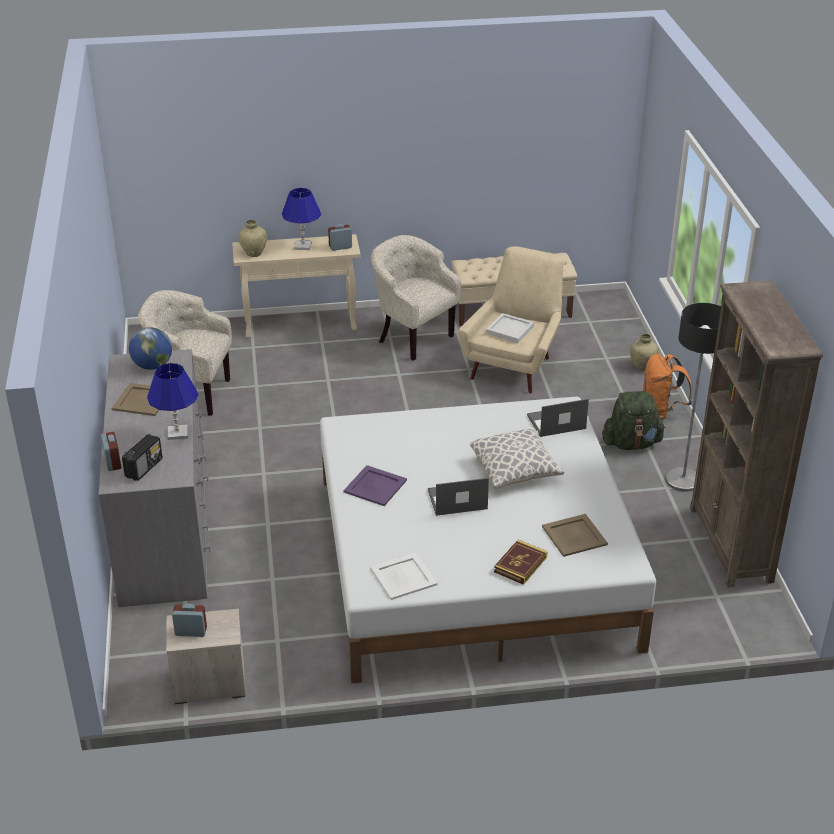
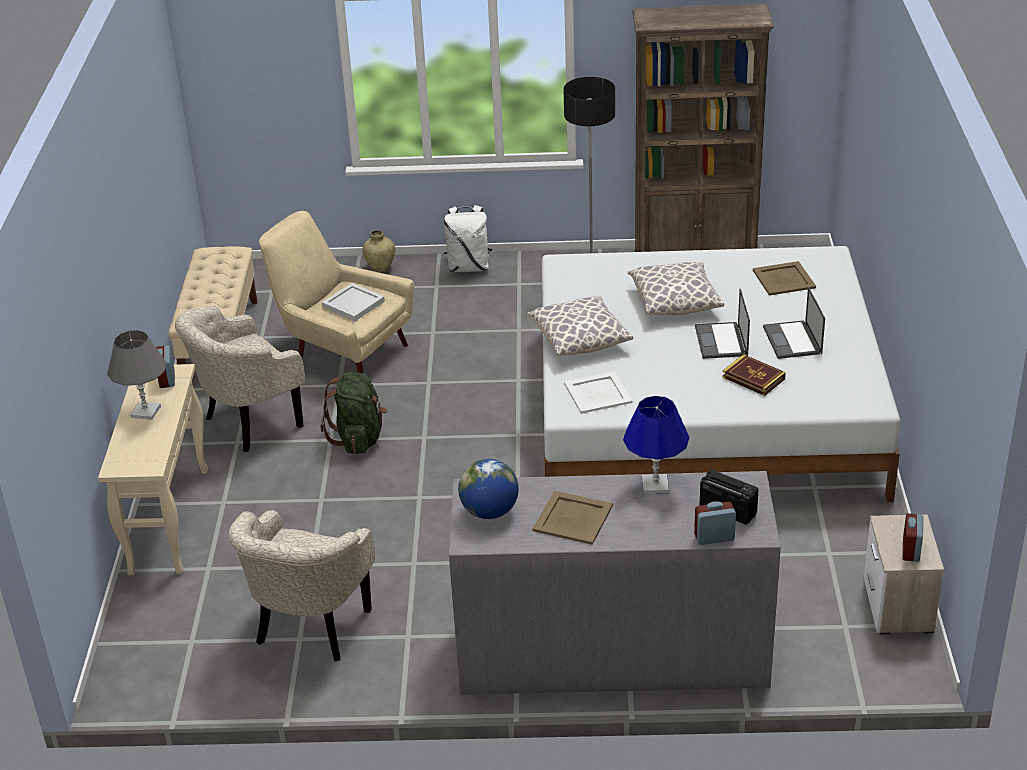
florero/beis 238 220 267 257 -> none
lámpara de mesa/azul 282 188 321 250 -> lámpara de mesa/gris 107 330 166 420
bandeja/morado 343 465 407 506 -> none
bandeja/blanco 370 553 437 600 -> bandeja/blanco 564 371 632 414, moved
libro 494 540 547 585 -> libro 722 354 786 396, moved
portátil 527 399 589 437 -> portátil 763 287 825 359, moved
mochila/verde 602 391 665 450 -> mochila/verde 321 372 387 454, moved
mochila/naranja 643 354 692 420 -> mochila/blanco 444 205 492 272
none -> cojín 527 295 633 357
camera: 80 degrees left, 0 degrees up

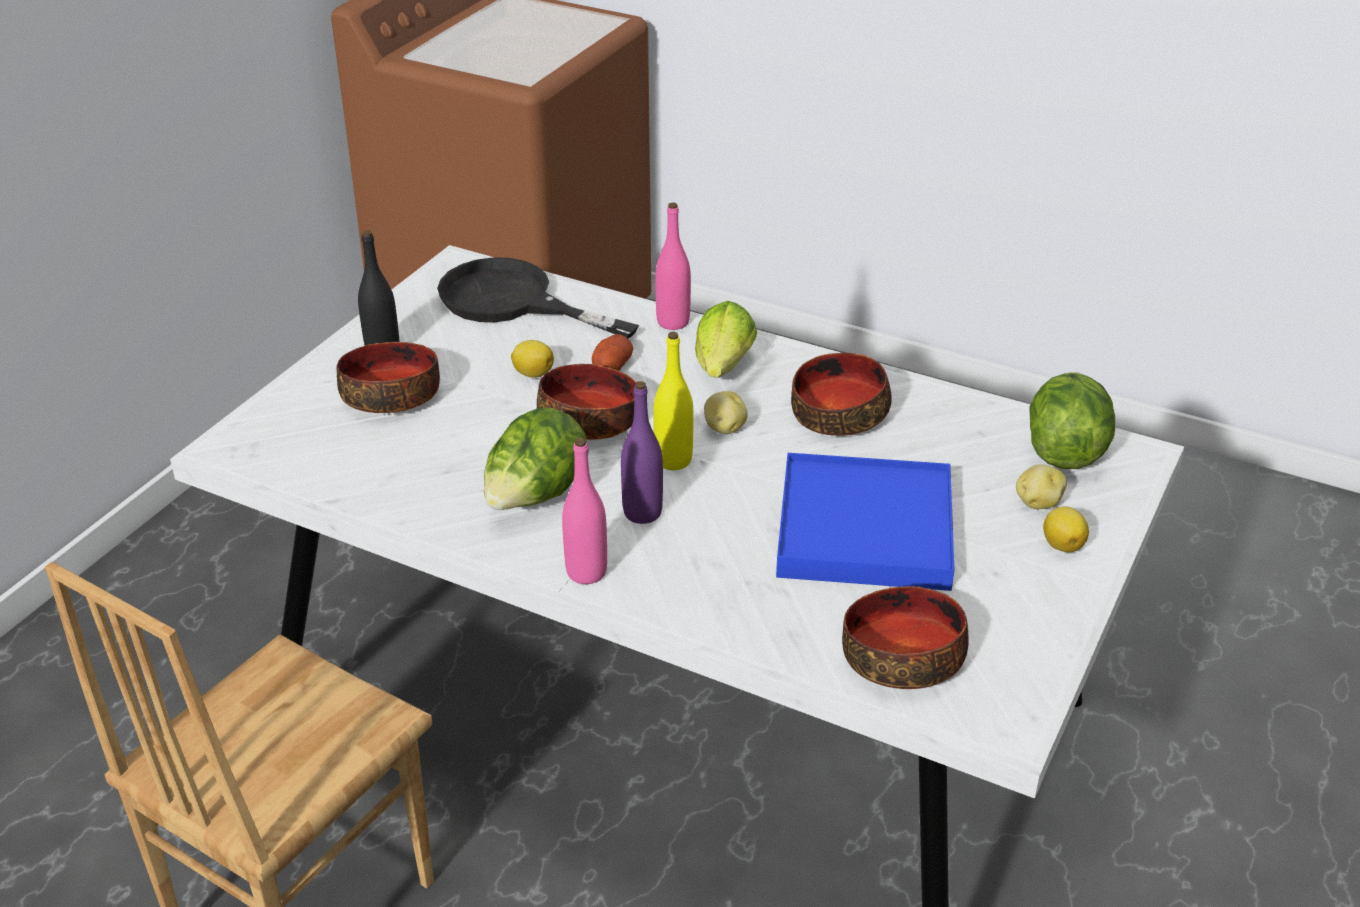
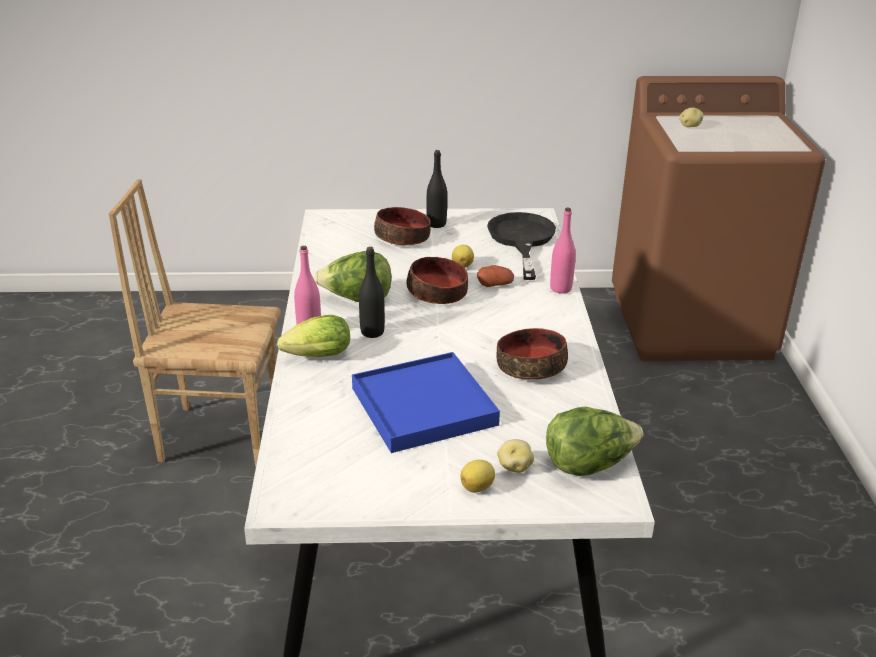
botella/morado 621 381 663 524 -> botella/negro 359 246 385 338
botella/amarillo 653 332 693 470 -> none
lechuga 695 301 757 378 -> lechuga 277 315 350 357, moved
patata 704 391 748 434 -> patata 680 108 703 127, moved
cuenco 842 586 969 689 -> none
camera: 60 degrees right, 5 degrees down

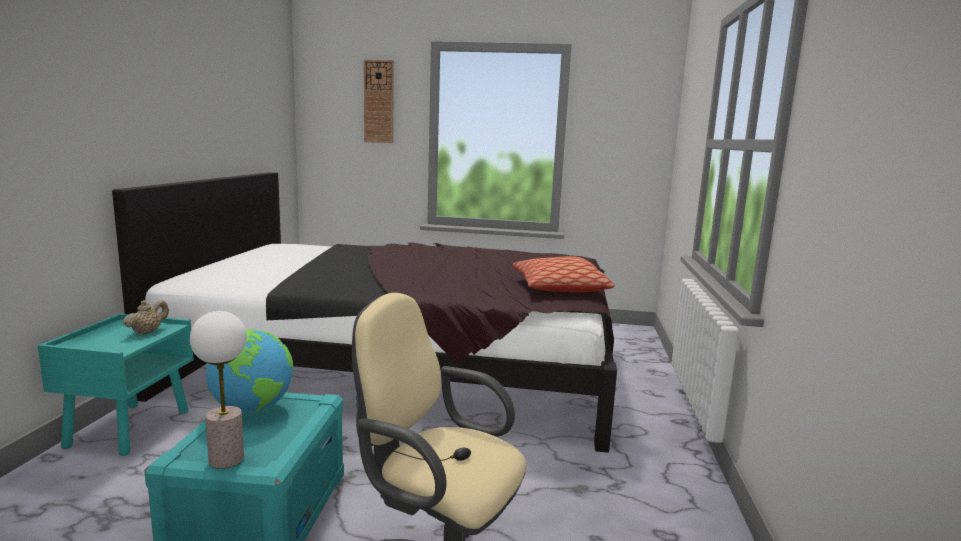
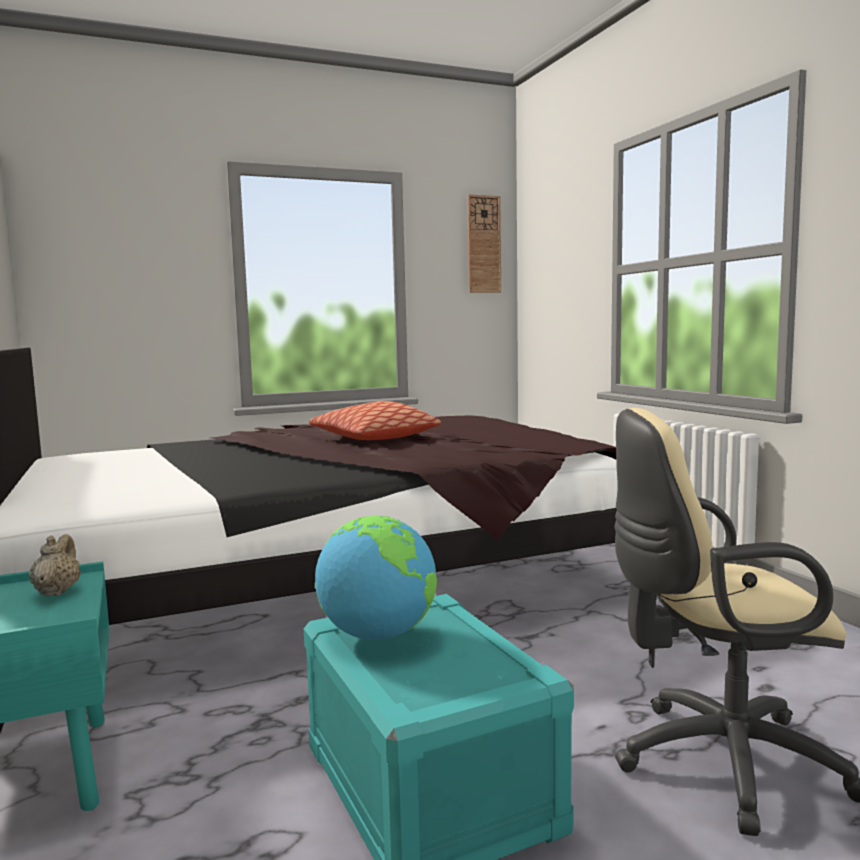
lámpara de mesa 190 311 247 468 -> none
reloj de pared 364 60 394 143 -> reloj de pared 467 194 501 293, moved
cojín 513 256 615 292 -> cojín 309 401 441 440, moved
camera: 30 degrees left, 5 degrees down

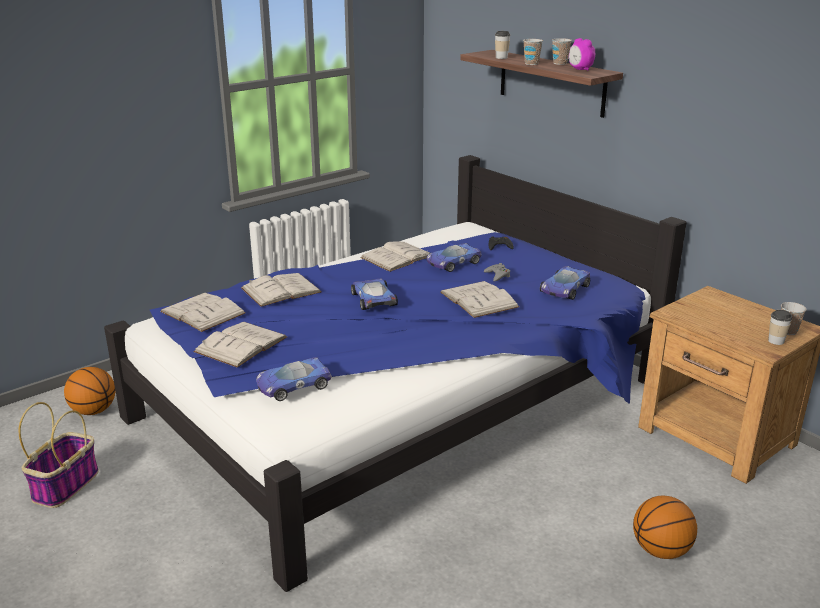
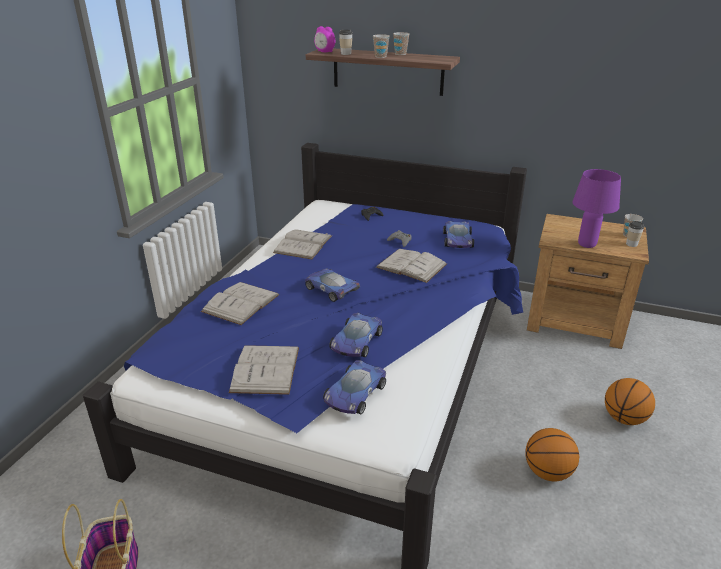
balón de baloncesto 64 367 115 415 -> balón de baloncesto 525 428 579 481, moved
libro/blanco 160 293 246 332 -> none
coche de juguete 426 243 482 272 -> coche de juguete 329 313 383 357, moved
despertador 569 38 595 70 -> despertador 314 26 335 52, moved
none -> lámpara de mesa/morado 572 169 621 248
camera: 30 degrees left, 5 degrees up

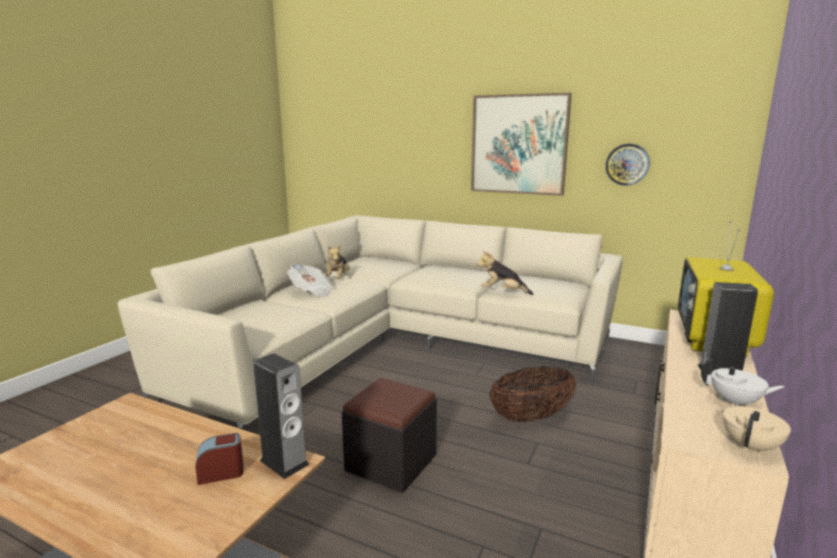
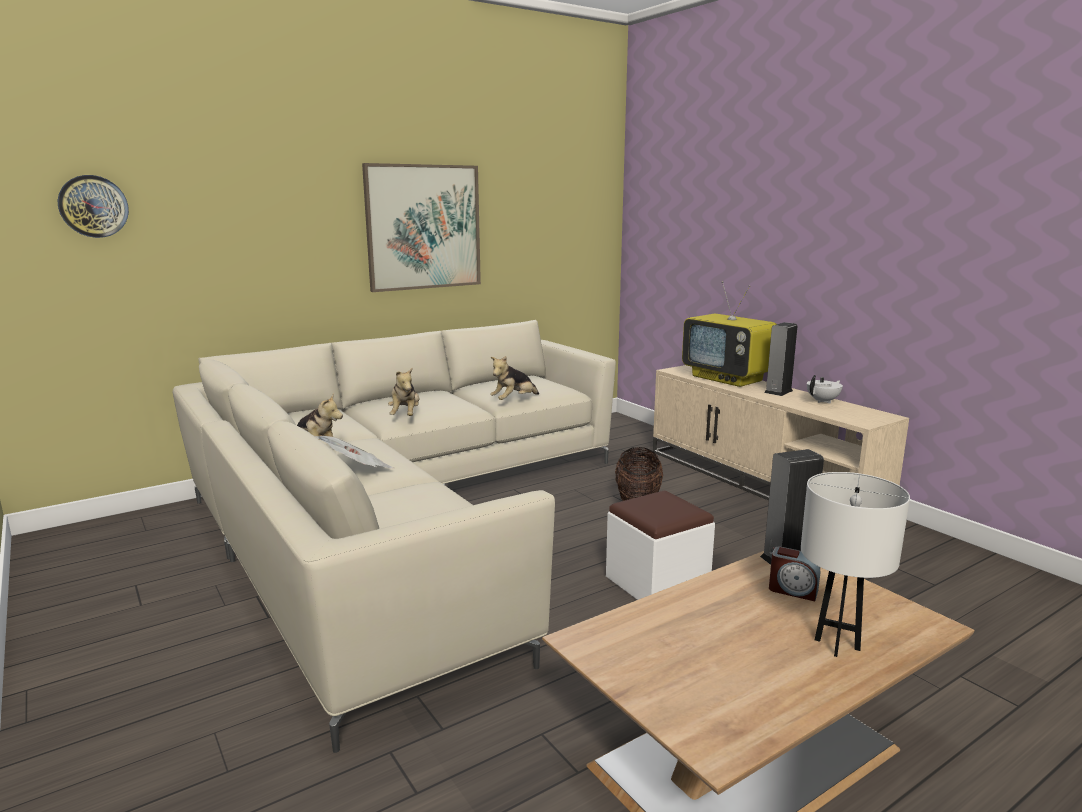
despertador 196 433 244 485 -> despertador 769 547 820 601, 75 degrees counterclockwise
puf/negro 342 378 437 493 -> puf/blanco 606 491 715 600
reloj de pared 605 144 650 186 -> reloj de pared 58 175 129 238, moved
tetera/beis 723 404 791 453 -> none
none -> peluche 388 368 419 416
none -> lámpara de mesa/blanco 801 472 910 657
camera: 60 degrees left, 0 degrees up

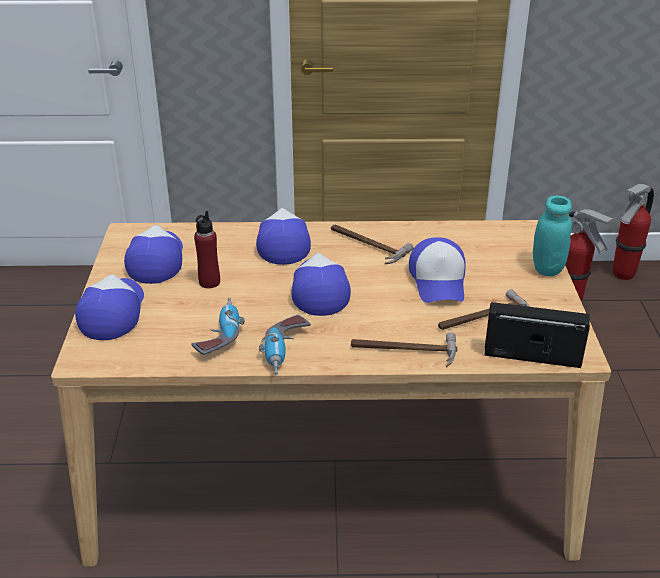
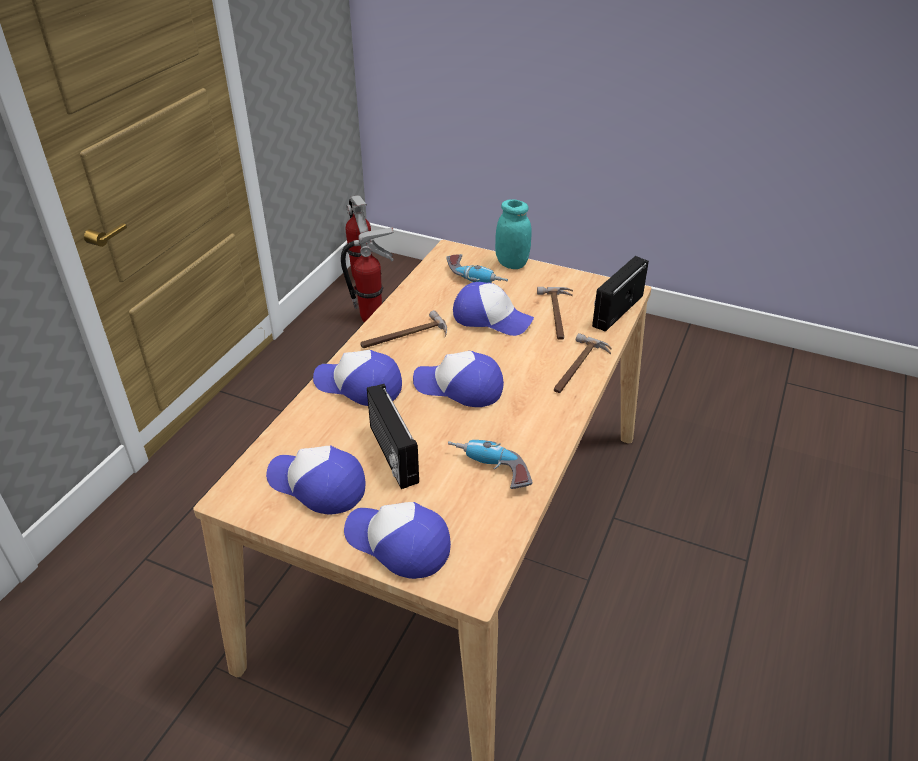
botella/rojo 194 211 220 288 -> radio 367 384 419 489
taladro 259 315 311 375 -> taladro 446 254 508 283, moved
camera: 65 degrees left, 5 degrees up

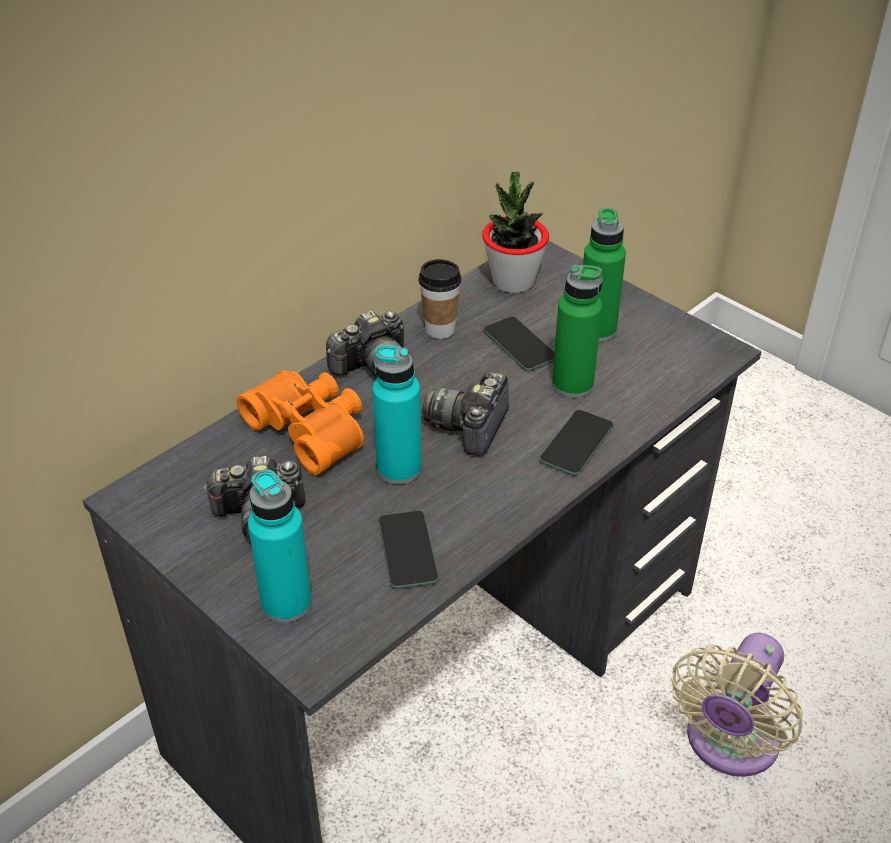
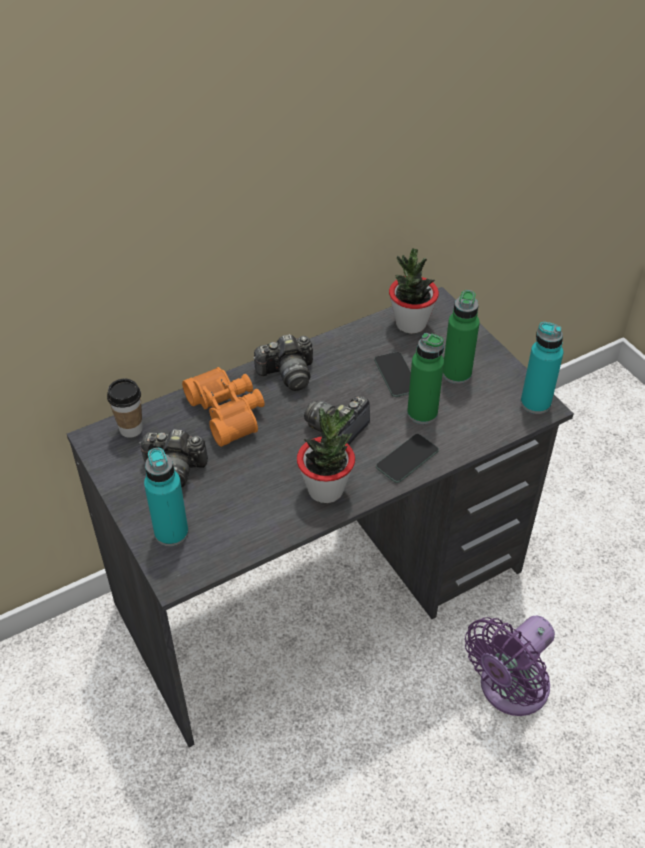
botella/turquesa 373 345 422 484 -> botella/turquesa 521 322 564 414, moved
móvil 378 511 439 589 -> none
taza 418 259 462 339 -> taza 107 379 143 438, moved
ventilador/beis 671 633 803 777 -> ventilador/morado 465 616 555 716
none -> planta en maceta 297 408 355 503
camera: 15 degrees right, 5 degrees up

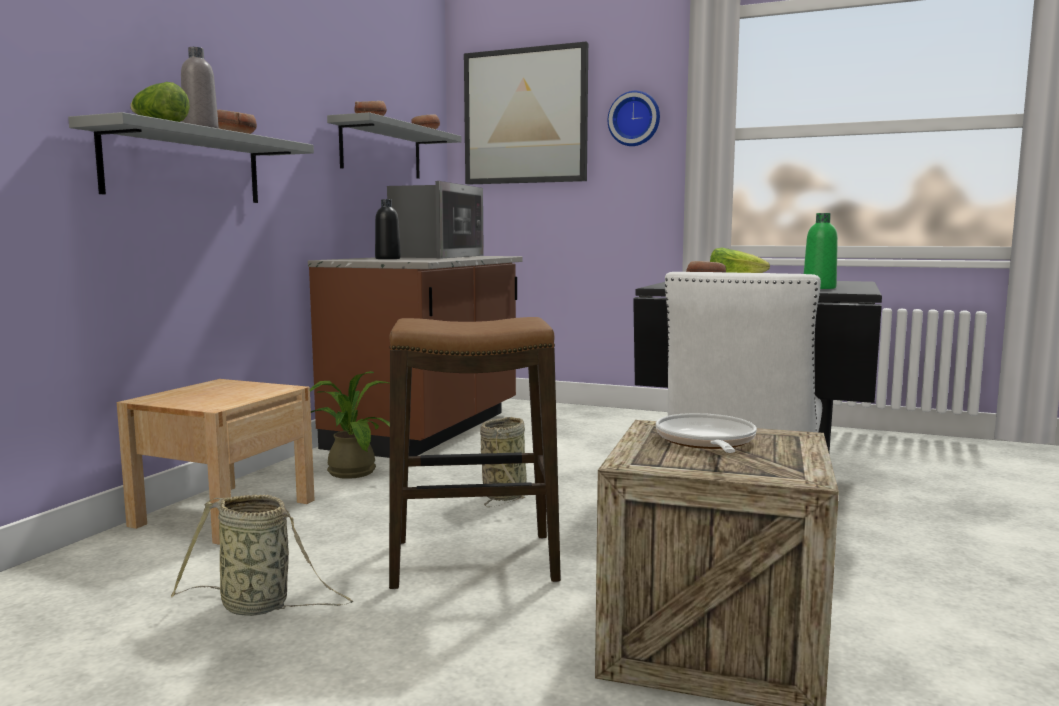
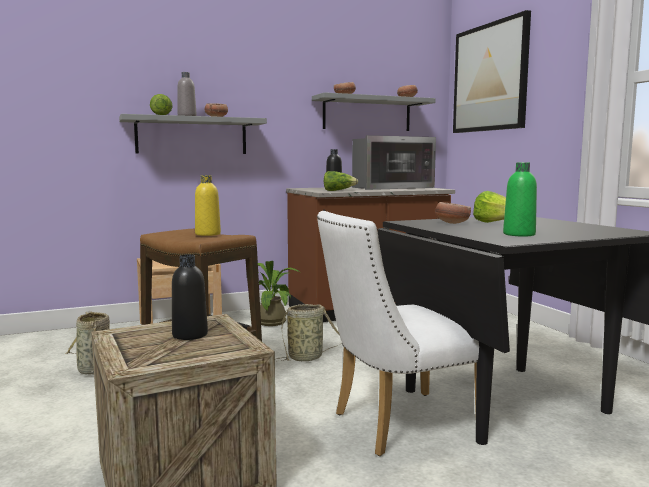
reloj de pared 608 91 660 146 -> none
sartén 656 413 757 453 -> botella/negro 172 254 208 340
none -> botella/amarillo 195 175 221 236
none -> lechuga 324 171 358 191
camera: 45 degrees right, 0 degrees up

